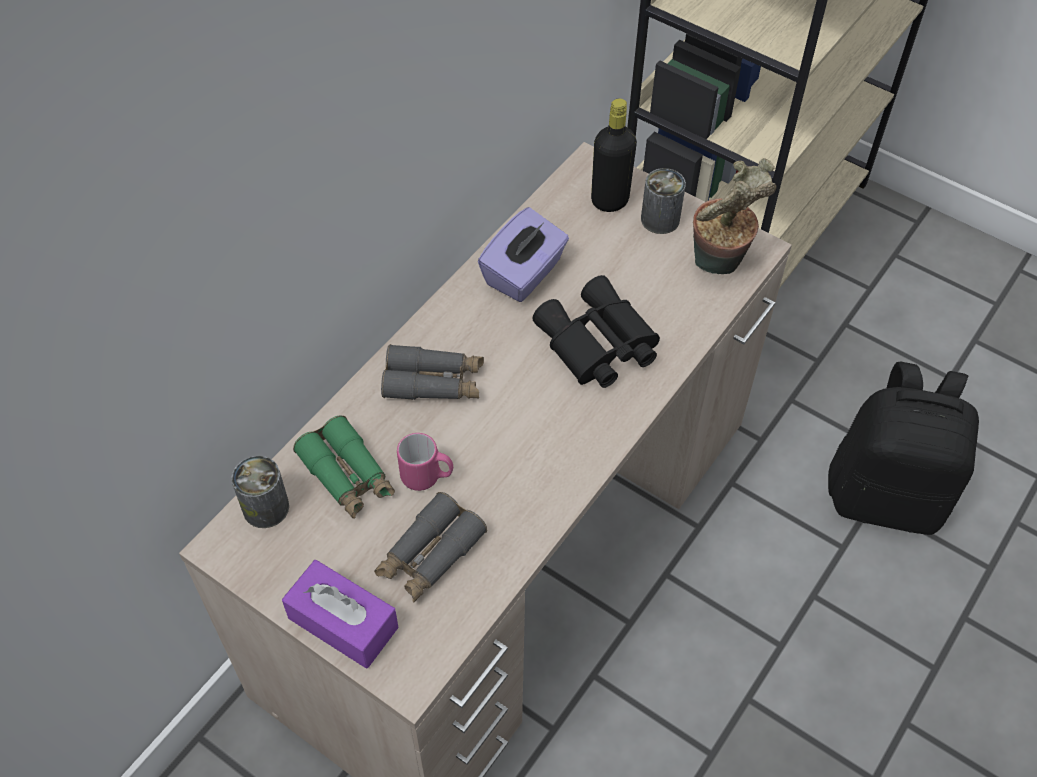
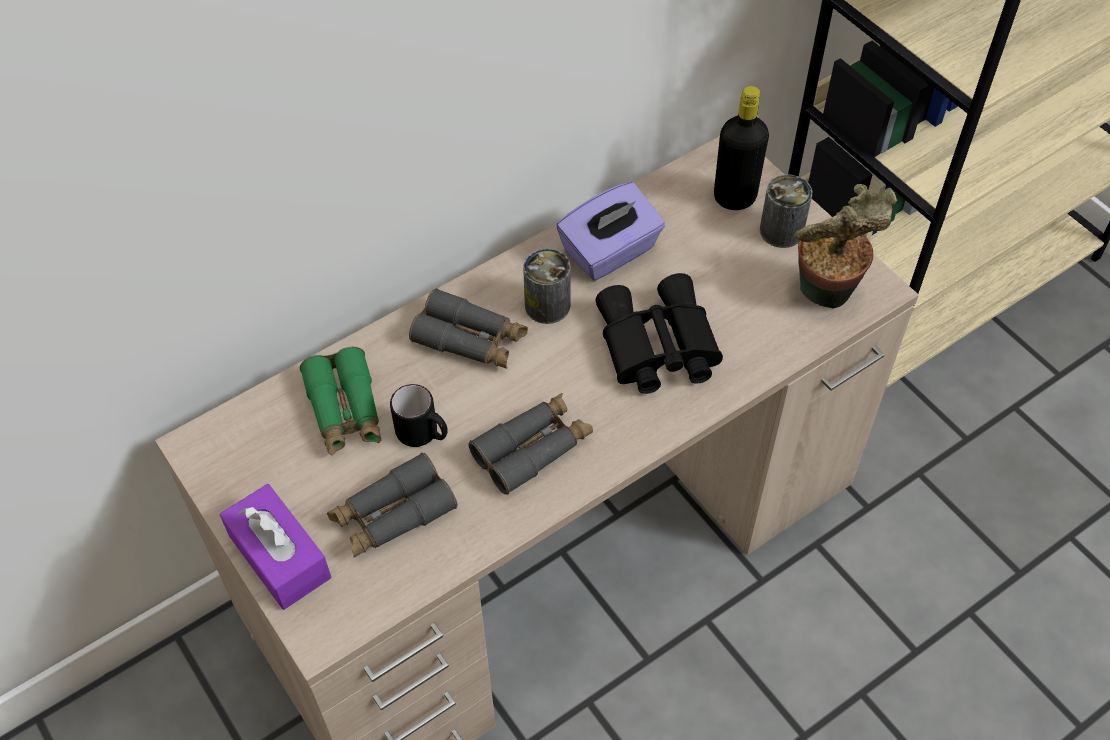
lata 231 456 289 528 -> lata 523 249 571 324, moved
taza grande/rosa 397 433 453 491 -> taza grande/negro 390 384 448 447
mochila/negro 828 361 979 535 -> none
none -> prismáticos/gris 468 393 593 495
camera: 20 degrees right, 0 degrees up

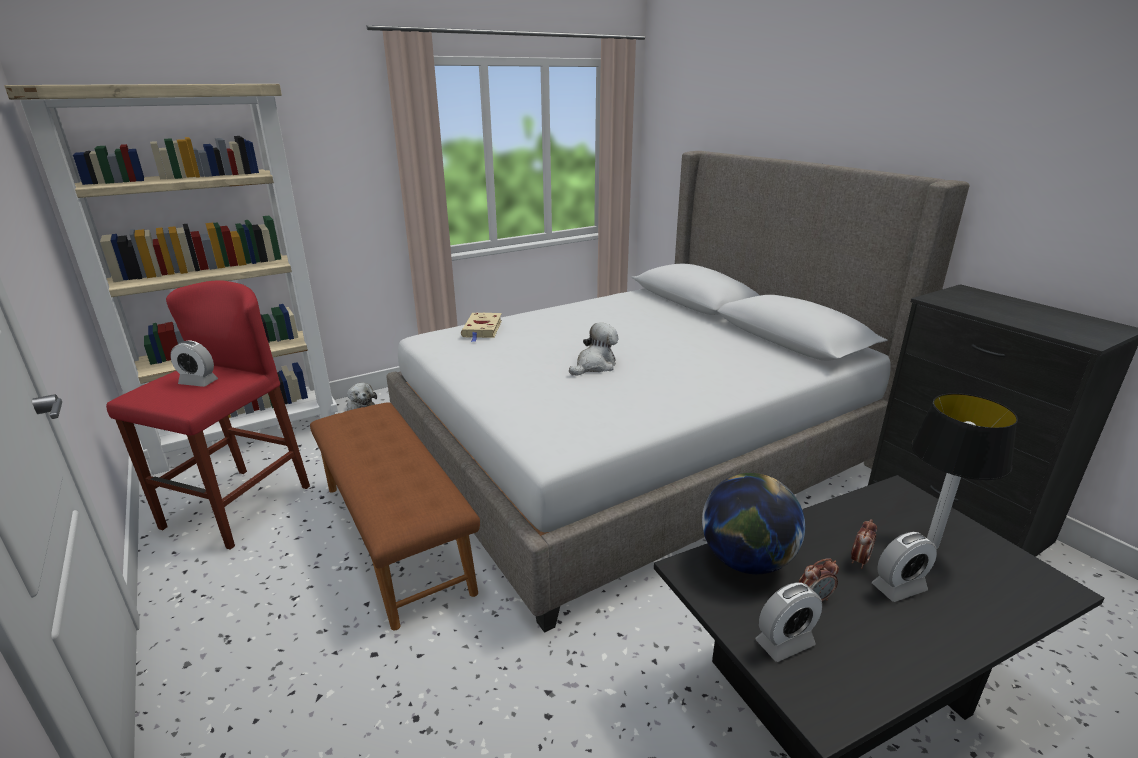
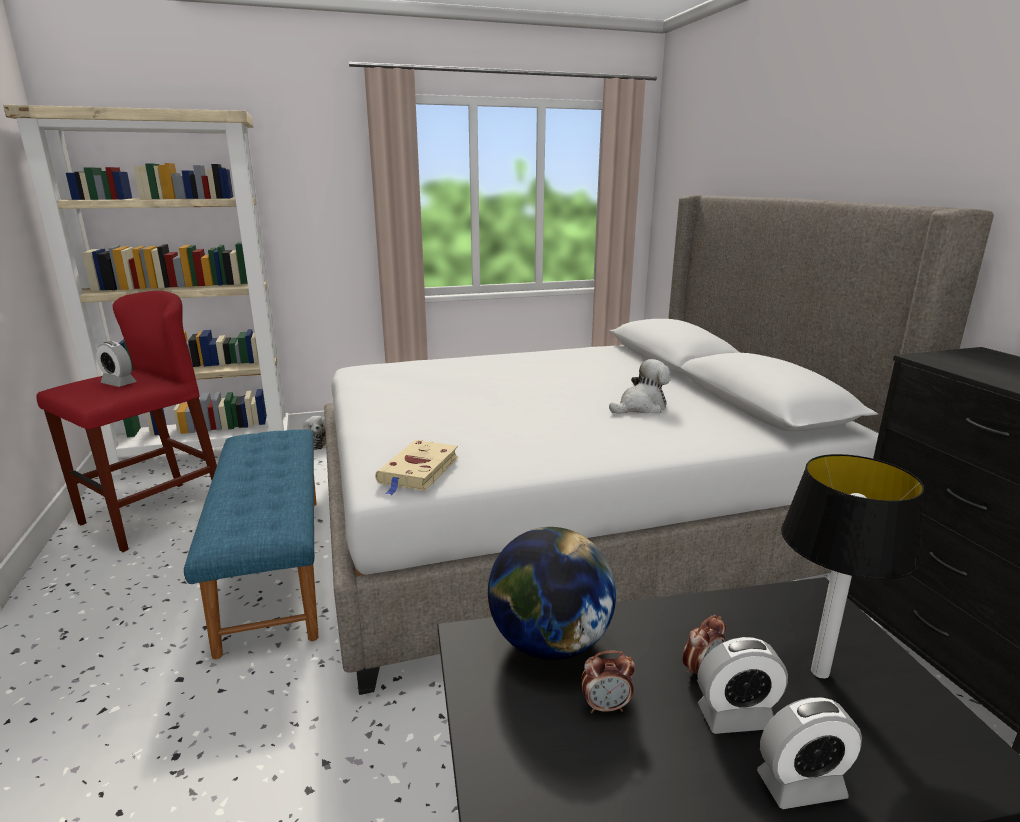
banco/marrón 310 402 480 630 -> banco/azul 184 429 318 659
libro/beis 461 312 502 342 -> libro/beis 375 440 458 495, moved
peluche 569 322 618 376 -> peluche 609 359 671 414, moved
despertador 755 582 822 662 -> despertador 757 697 862 809, moved
camera: 15 degrees right, 5 degrees down

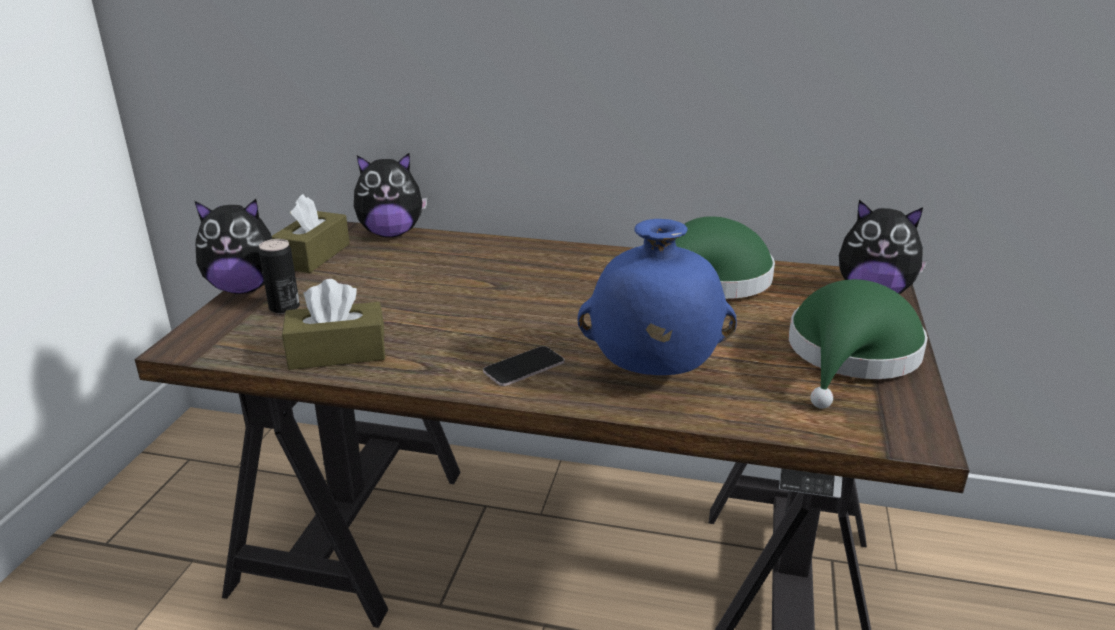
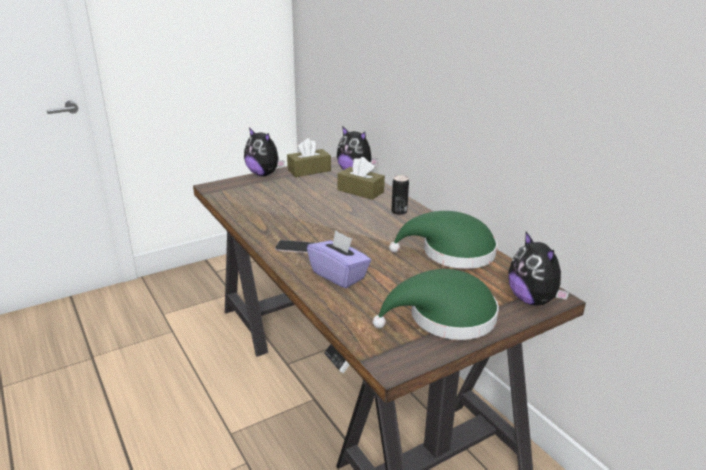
lata 259 239 300 314 -> lata 391 175 409 215, moved
caja de pañuelos/marrón 282 279 385 370 -> caja de pañuelos/marrón 338 157 385 200, moved
florero/azul 577 219 737 375 -> caja de pañuelos/morado 307 230 371 288
camera: 45 degrees right, 0 degrees up

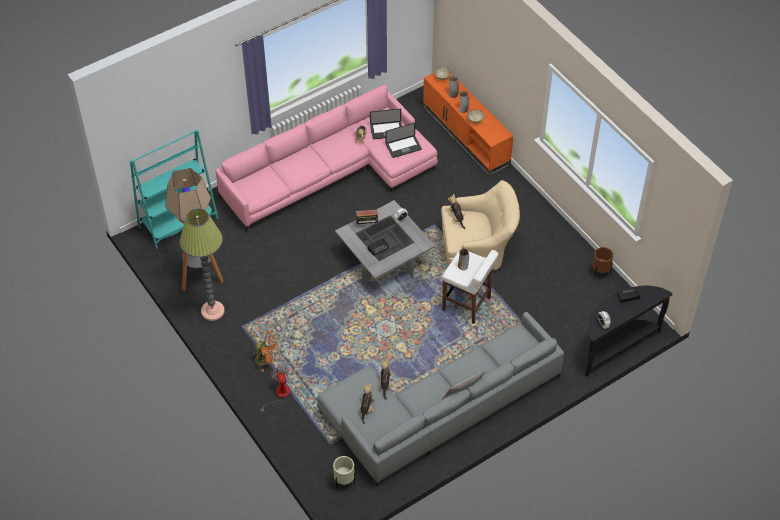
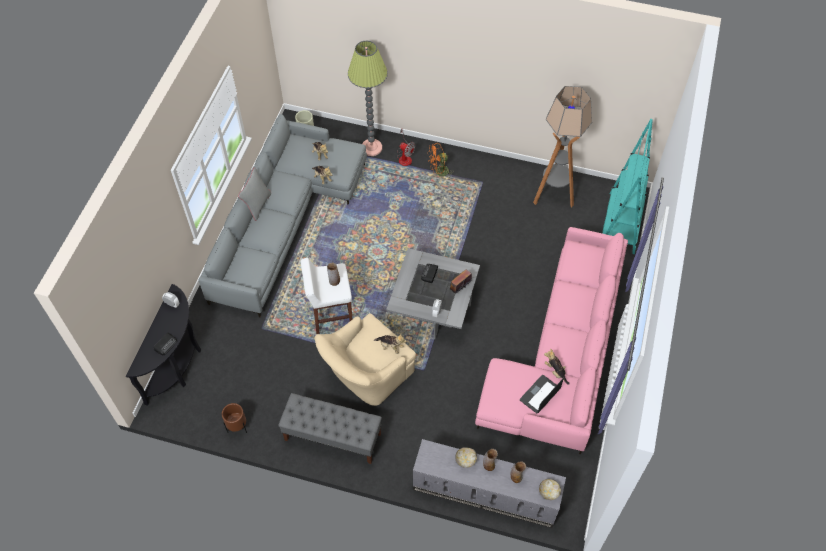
lámpara de pie 180 208 224 321 -> lámpara de pie 348 41 388 156, moved
portátil 385 123 422 158 -> none
mueble de televisión/naranja 423 73 513 176 -> mueble de televisión/gris 413 439 566 528
none -> banco/gris 278 393 382 464
camera: 140 degrees right, 5 degrees up

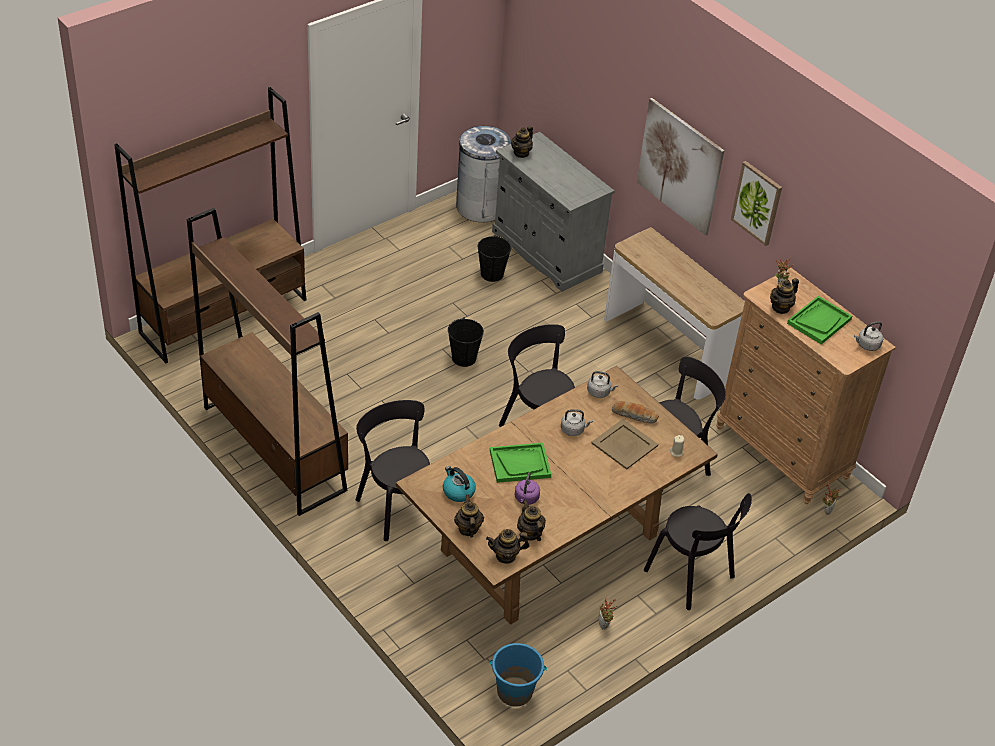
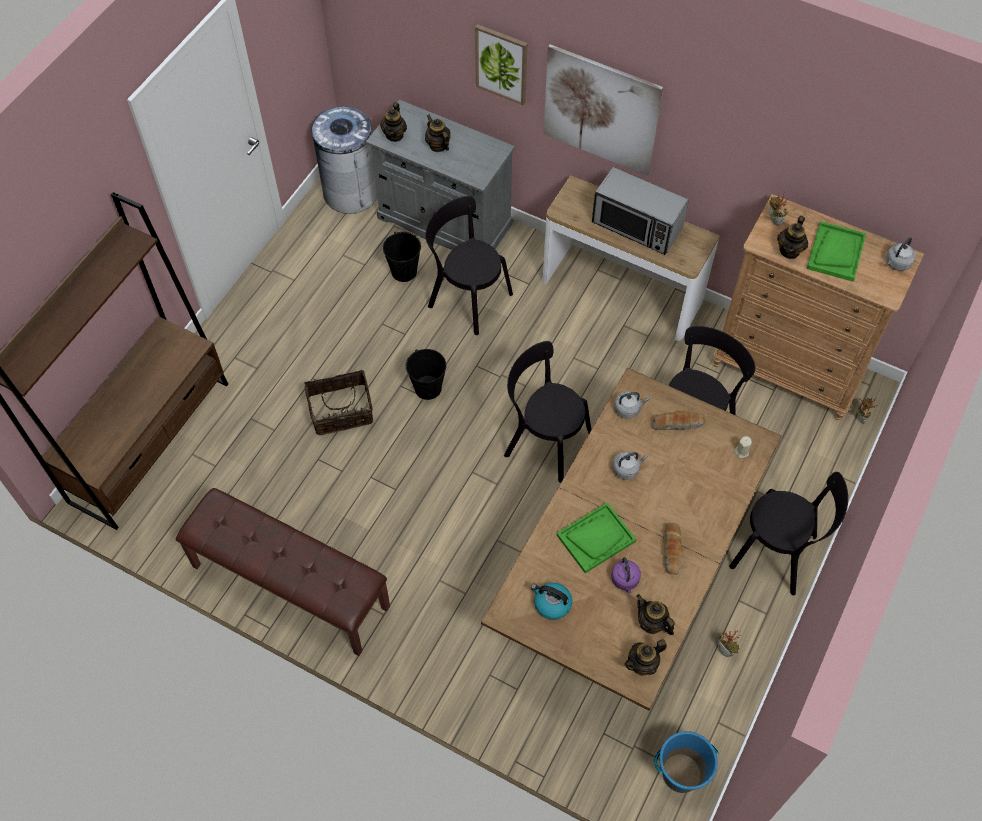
estantería/marrón 187 208 348 516 -> banco/marrón 176 488 390 656
silla/negro 355 400 430 541 -> silla/negro 426 196 513 335, moved
tetera 454 495 484 538 -> tetera 425 115 450 152, moved
bandeja/beis 591 419 658 470 -> none
cuadro 731 161 782 246 -> cuadro 475 24 528 105, moved
none -> cesta 305 370 373 435
none -> microondas 592 167 689 255
none -> pan 664 523 683 575
camera: 20 degrees left, 15 degrees up

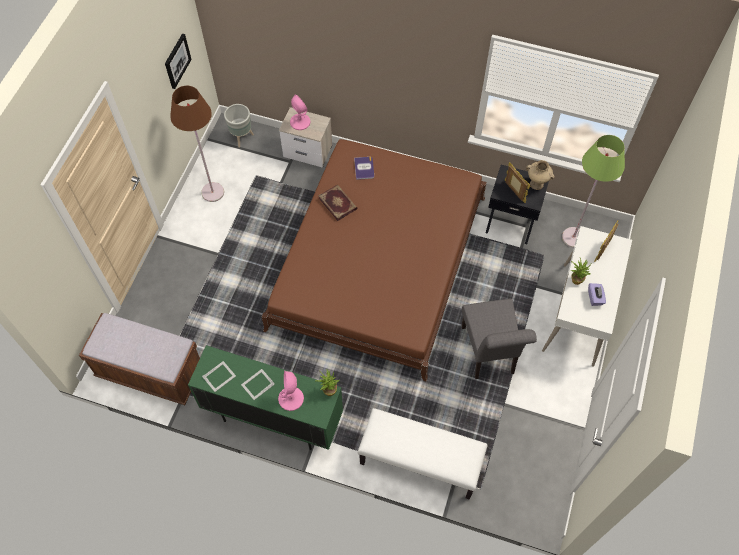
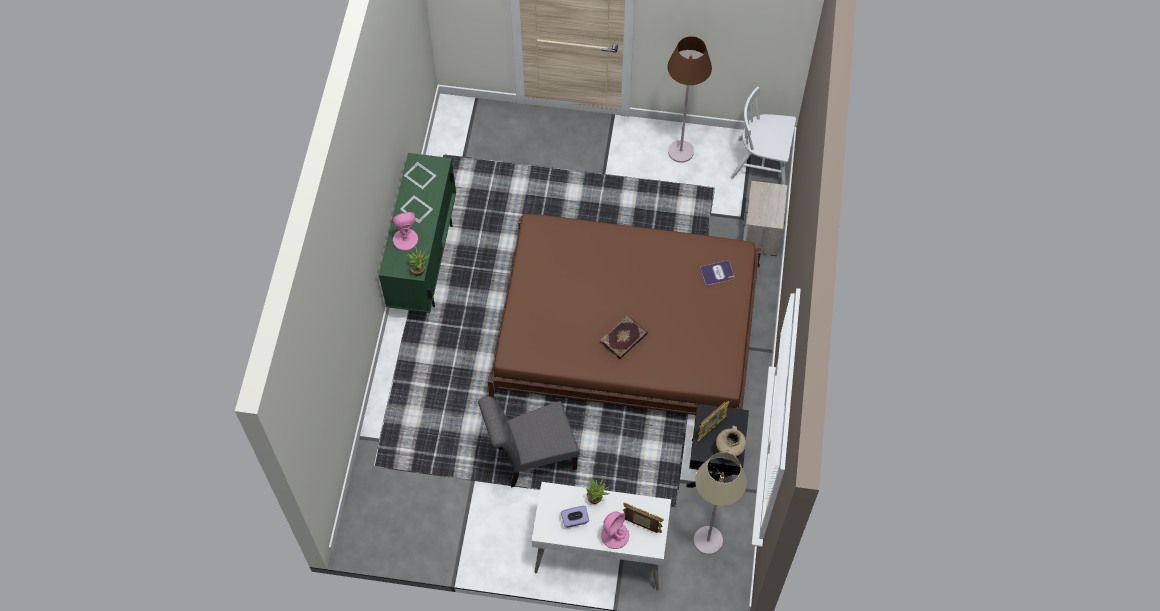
banco/marrón 79 313 200 405 -> none
cuadro 165 34 192 89 -> none
maceta/gris 224 104 254 148 -> silla/blanco 731 87 796 185
lámpara de mesa/rosa 290 95 310 130 -> lámpara de mesa/rosa 601 512 629 549, moved
libro 319 185 357 221 -> libro 600 315 648 359, moved
banco/blanco 358 408 488 499 -> none
lámpara de pie/verde 562 135 625 248 -> lámpara de pie/beis 694 452 747 555
camera: 80 degrees right, 0 degrees up

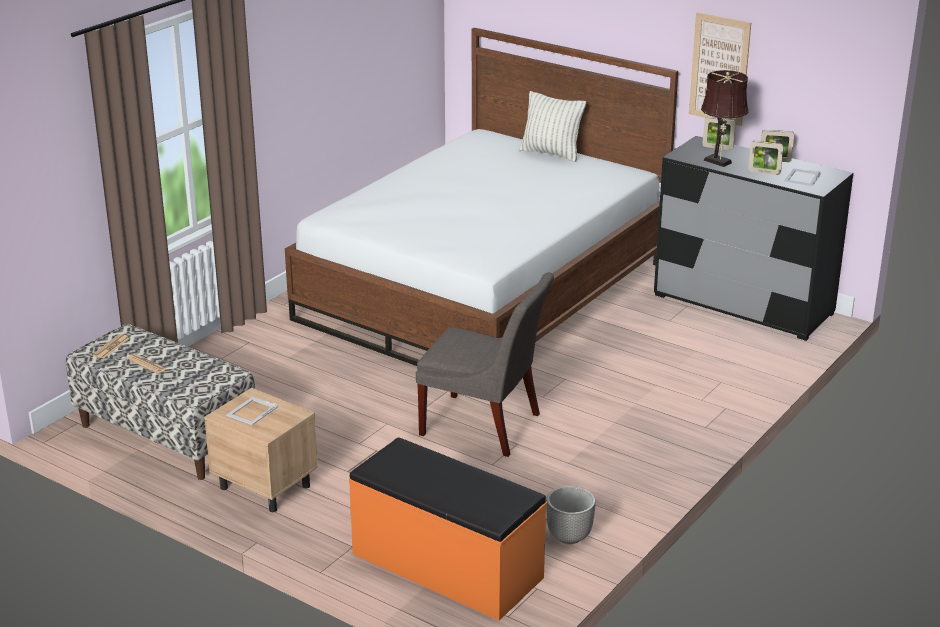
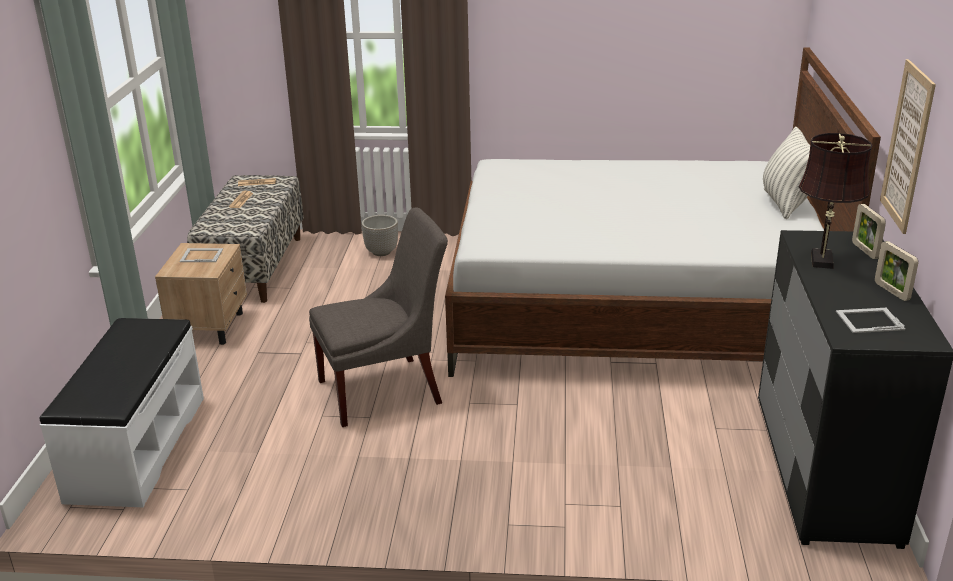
banco/naranja 349 437 547 620 -> banco/blanco 40 318 204 507
silla/gris 416 272 554 457 -> silla/gris 309 207 448 427, 105 degrees counterclockwise
maceta 546 486 596 544 -> maceta 361 215 398 256, moved
portarretratos 748 141 784 175 -> none
camera: 60 degrees right, 0 degrees up

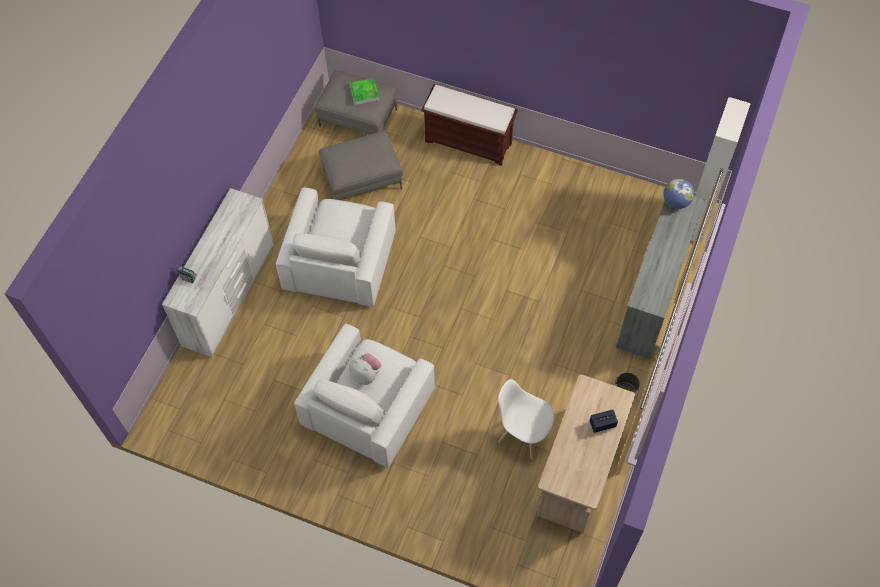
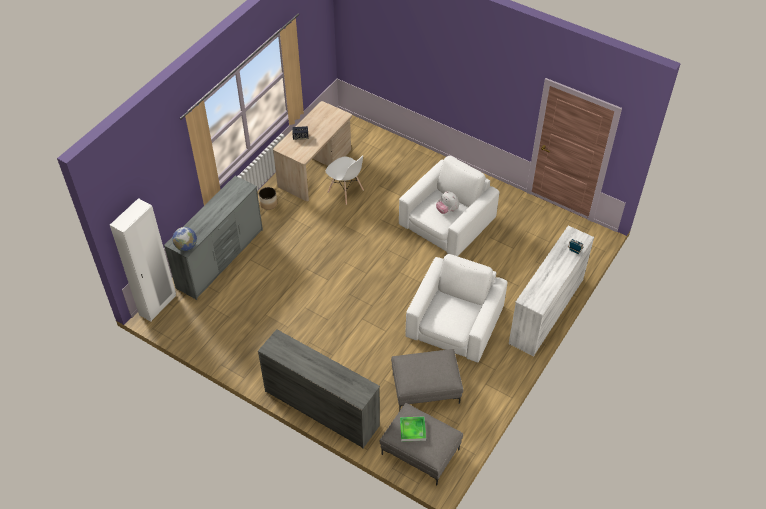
banco/marrón 421 84 518 166 -> cómoda/gris 258 329 380 448
camera: 170 degrees left, 10 degrees down

